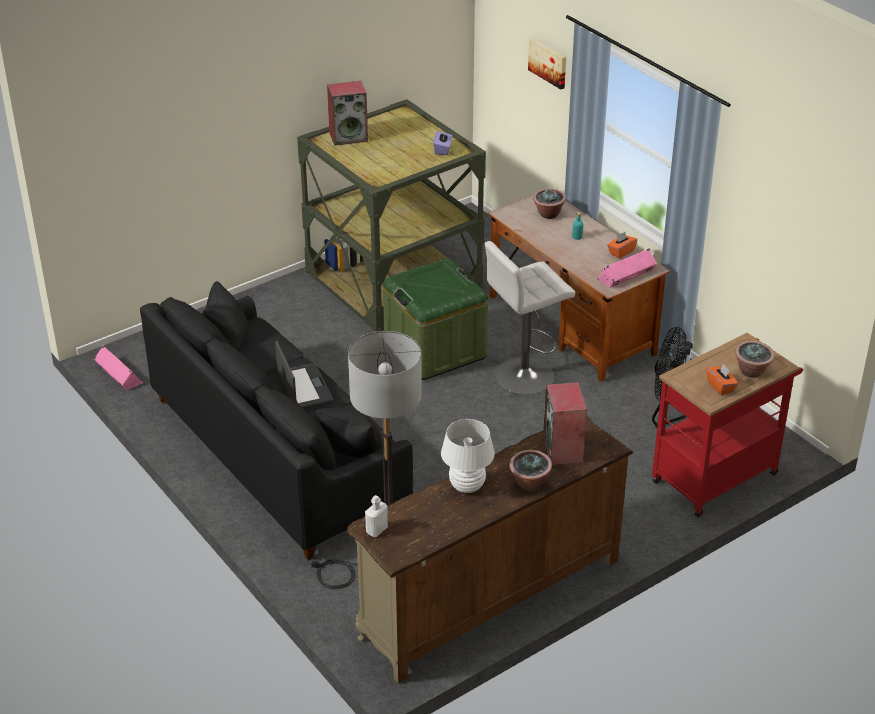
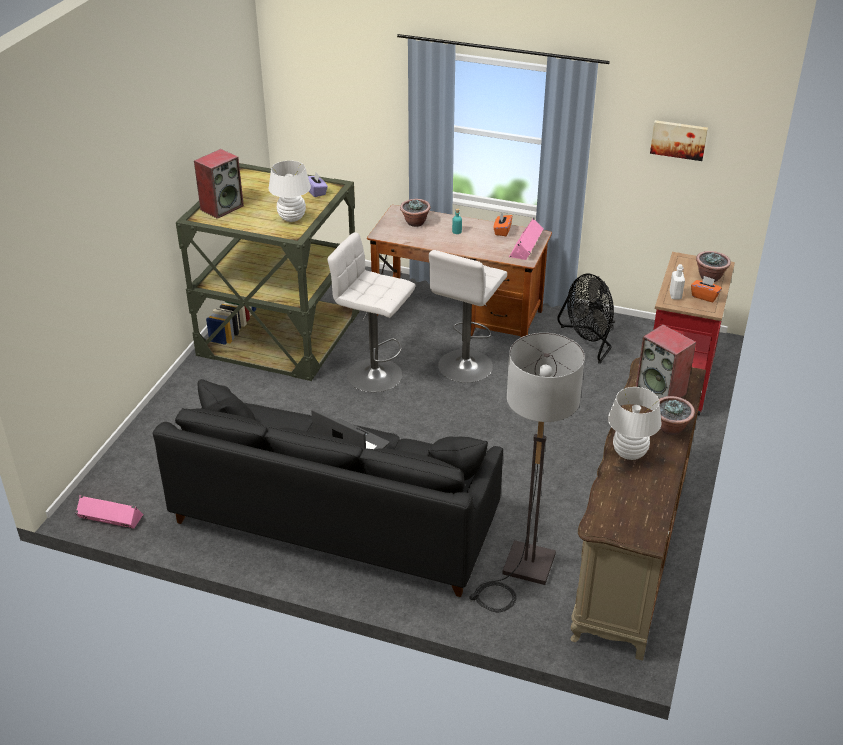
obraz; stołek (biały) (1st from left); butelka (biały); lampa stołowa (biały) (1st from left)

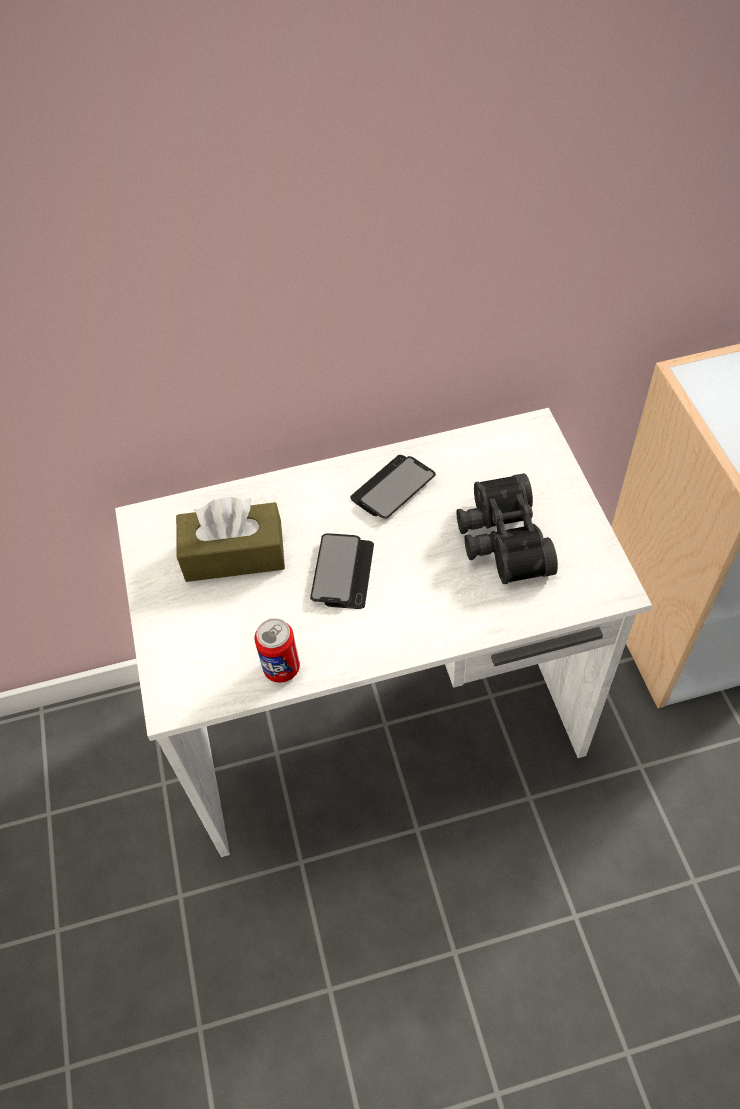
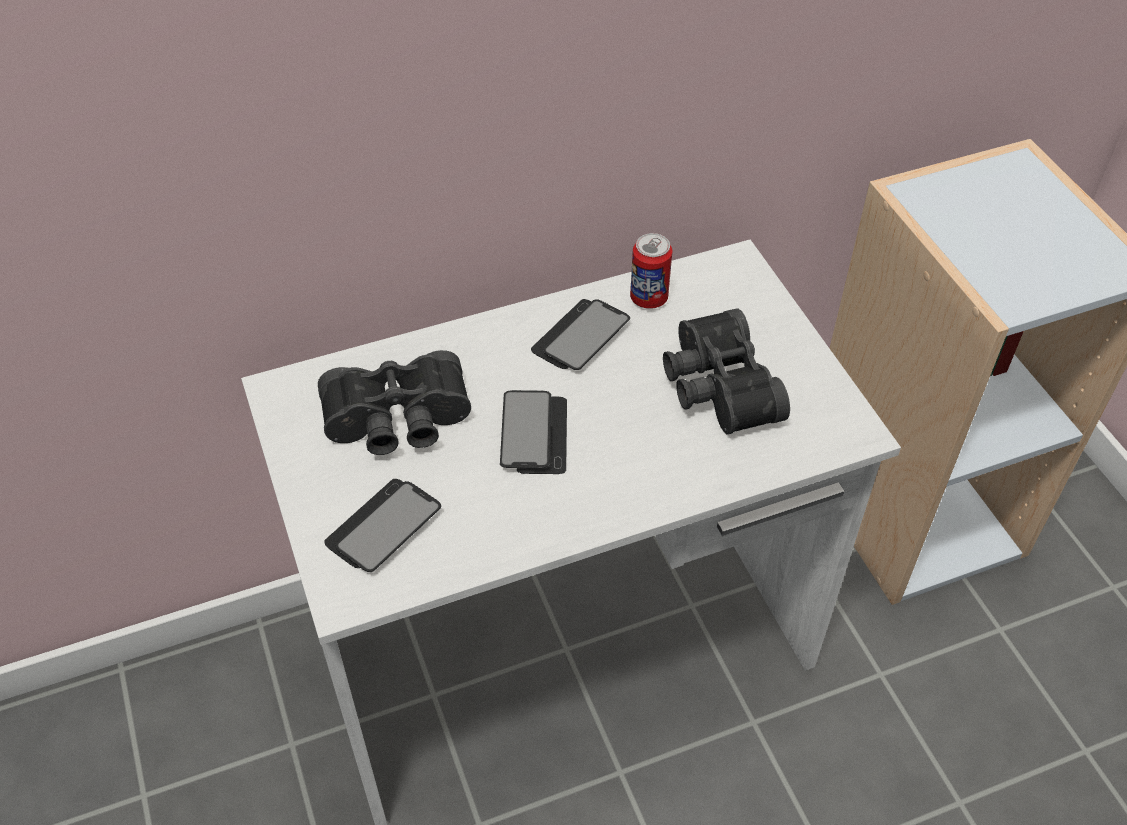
lornetka (czarny) (1st from left); puszka; telefon (1st from left)

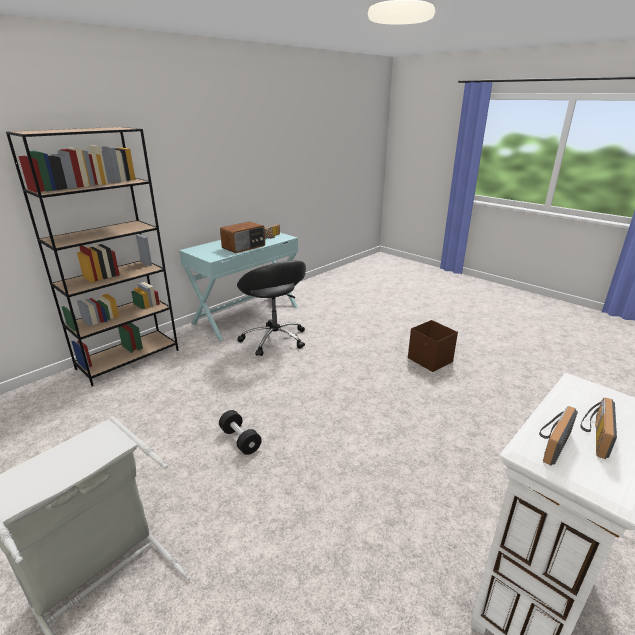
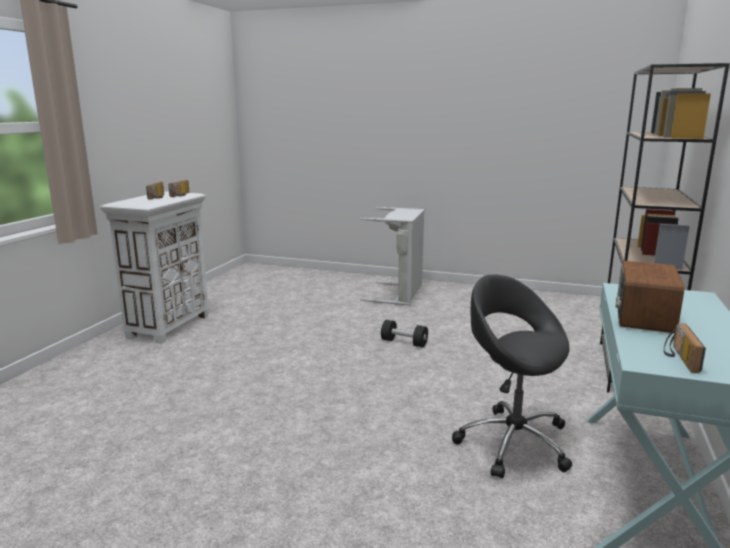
pojemnik do przechowywania (brązowy)

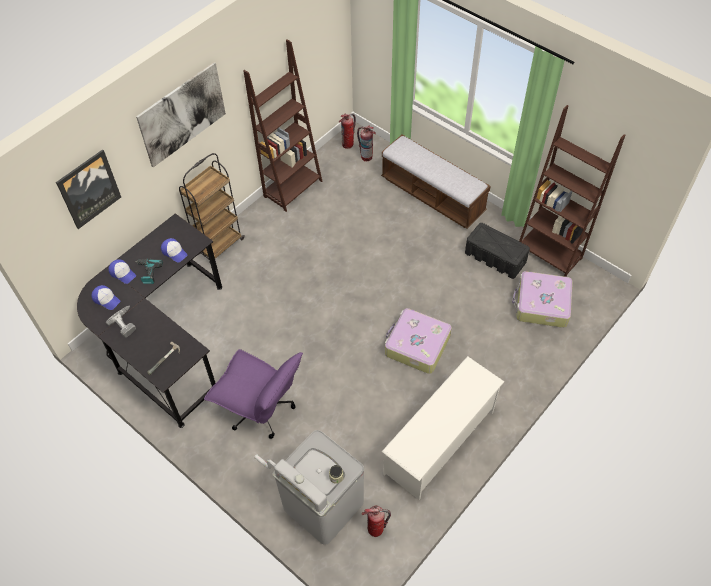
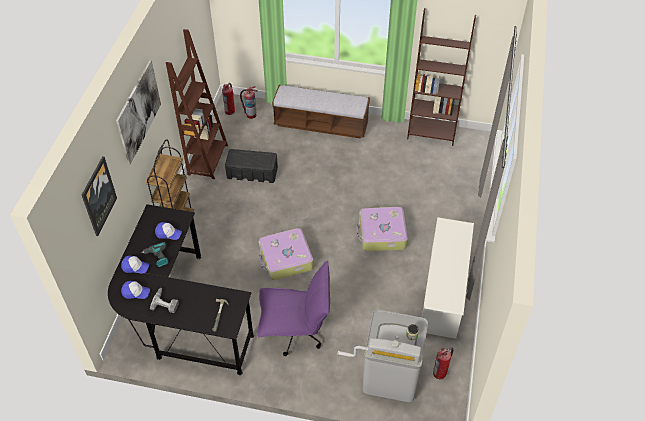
pojemnik do przechowywania (czarny); walizka (1st from left)

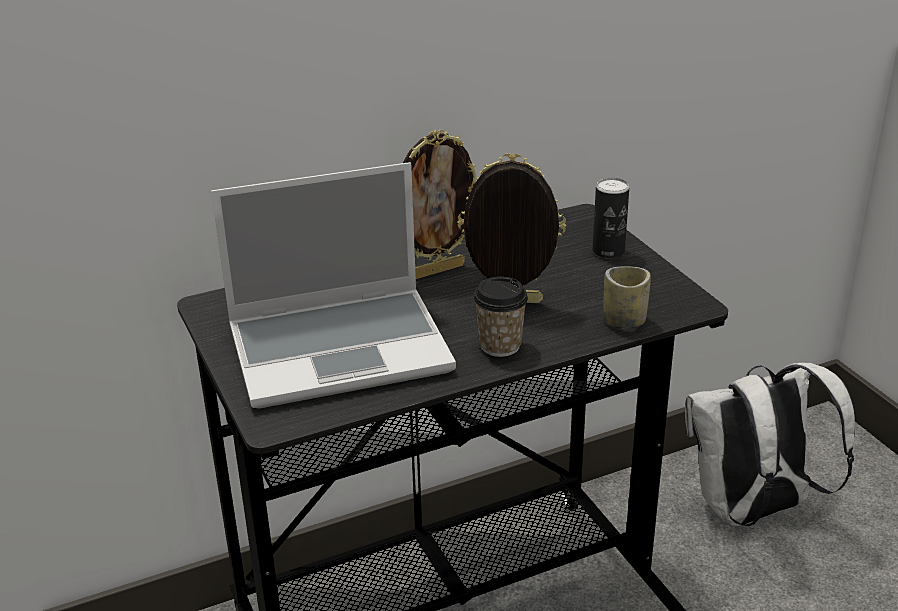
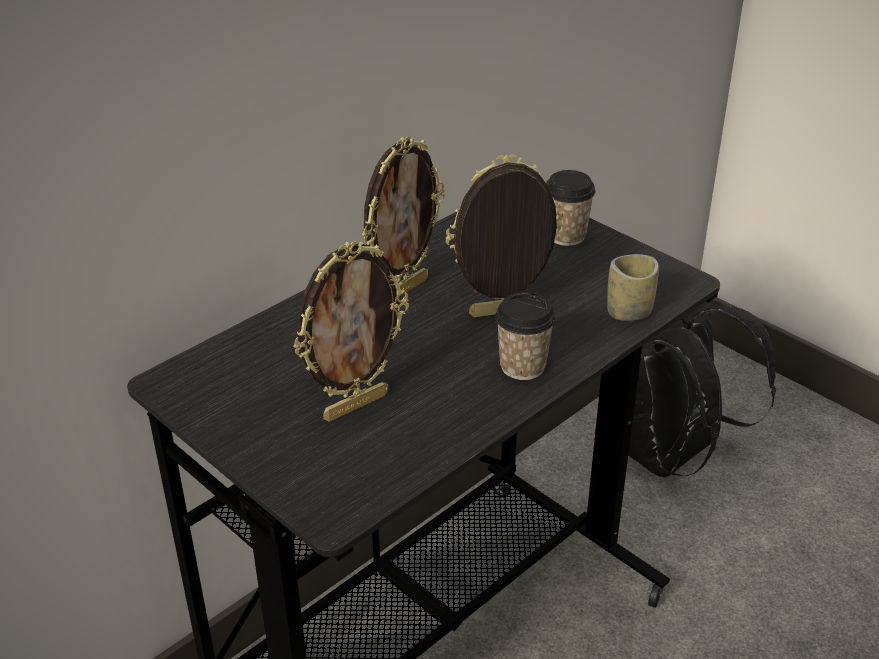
ramka na zdjęcie (1st from left); filiżanka (2nd from left); plecak (czarny)

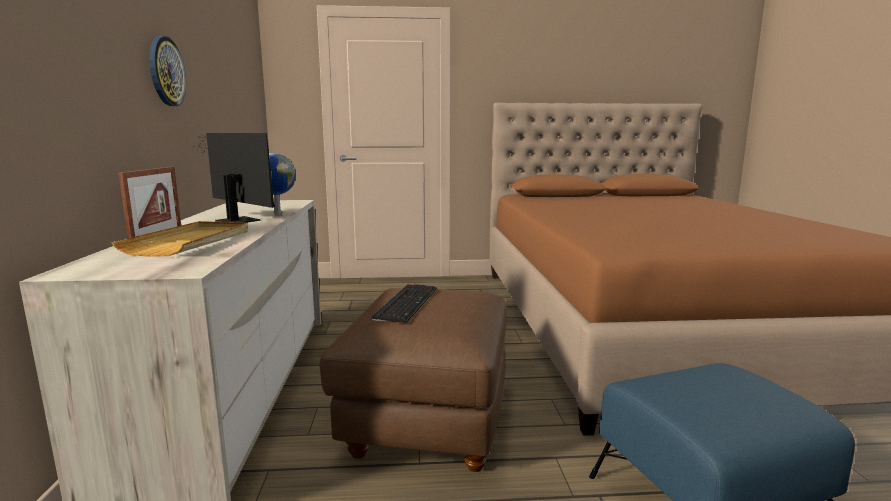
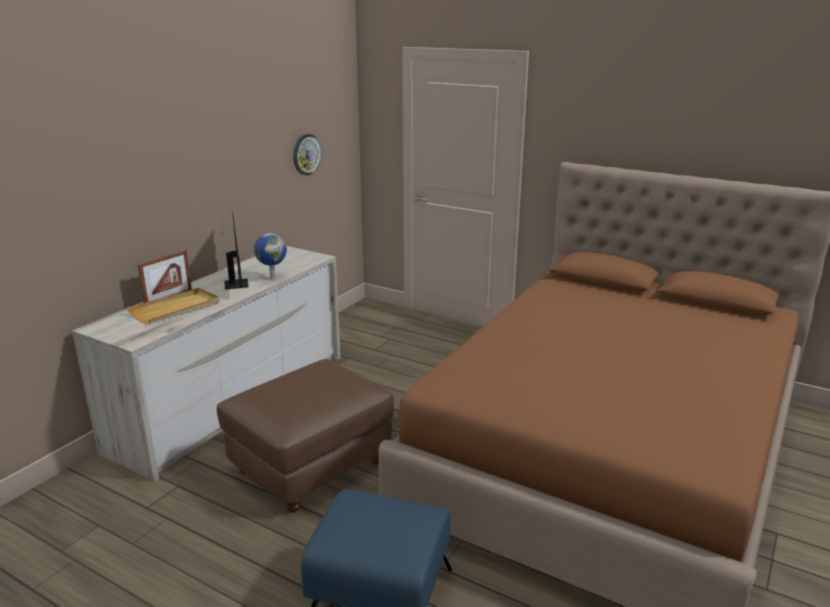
zegar ścienny; klawiatura

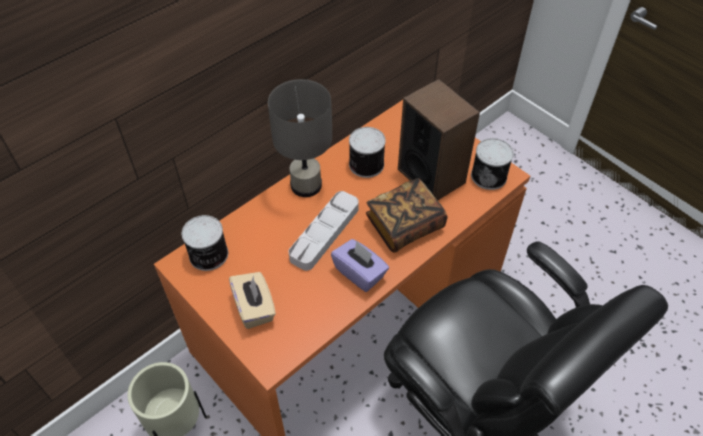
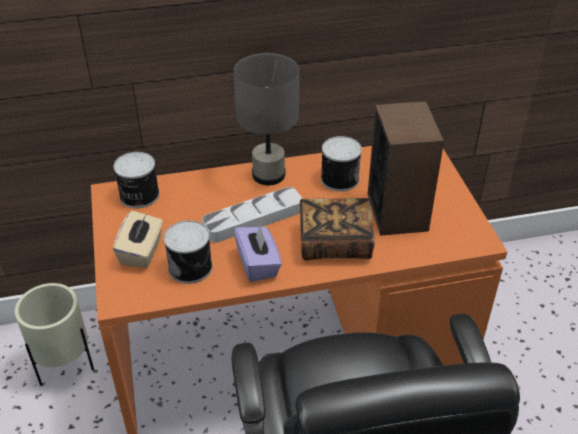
puszka (2nd from left)

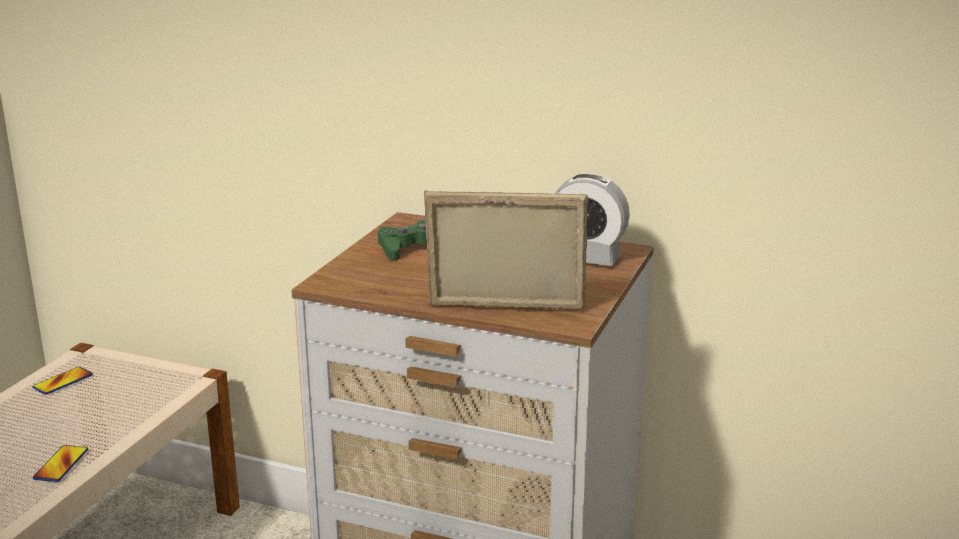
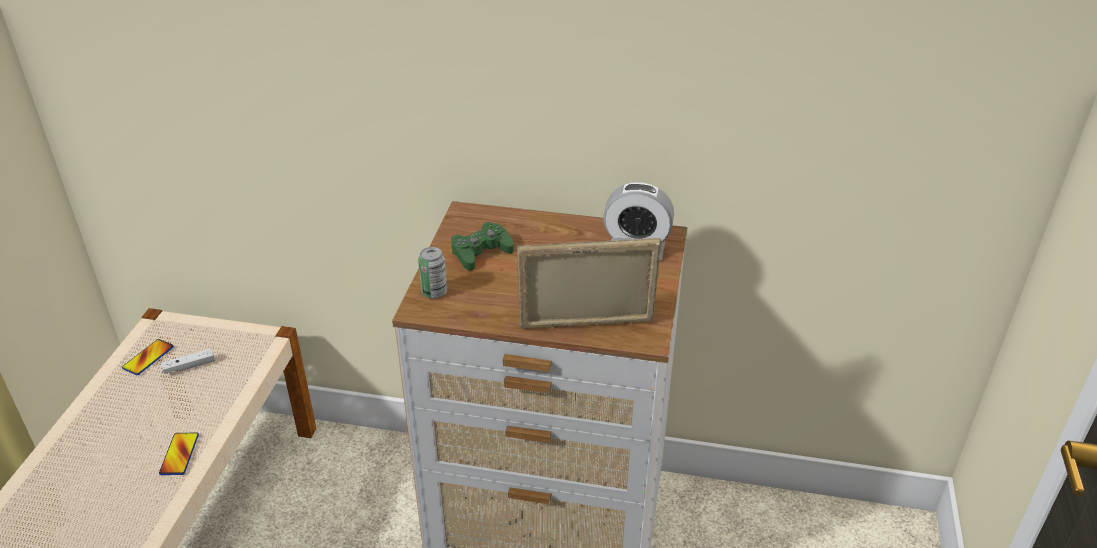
puszka; pad do gier (biały)

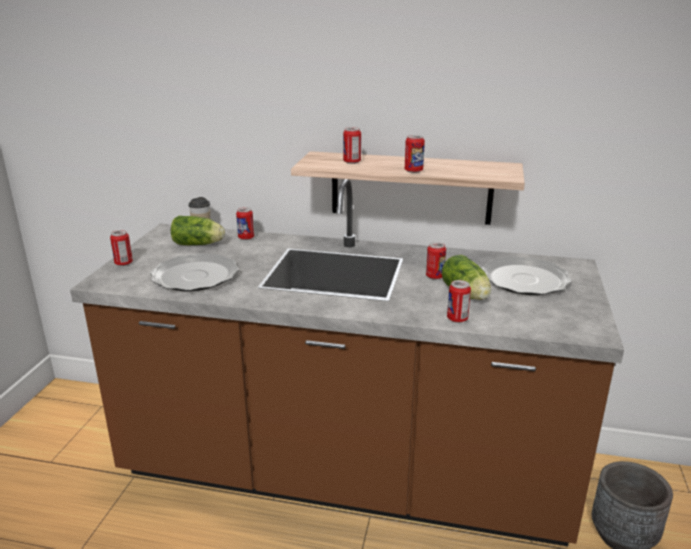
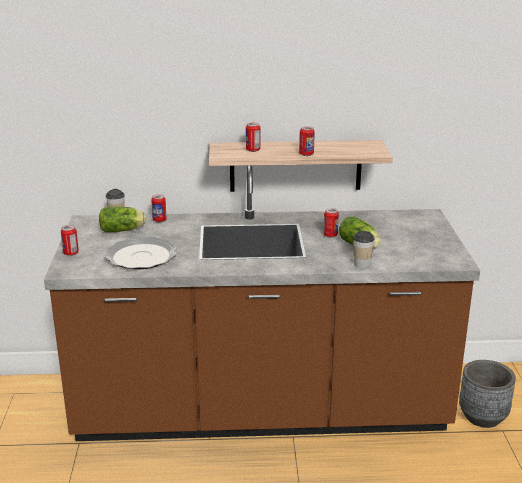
talerz (2nd from left in the first image); filiżanka (2nd from left)

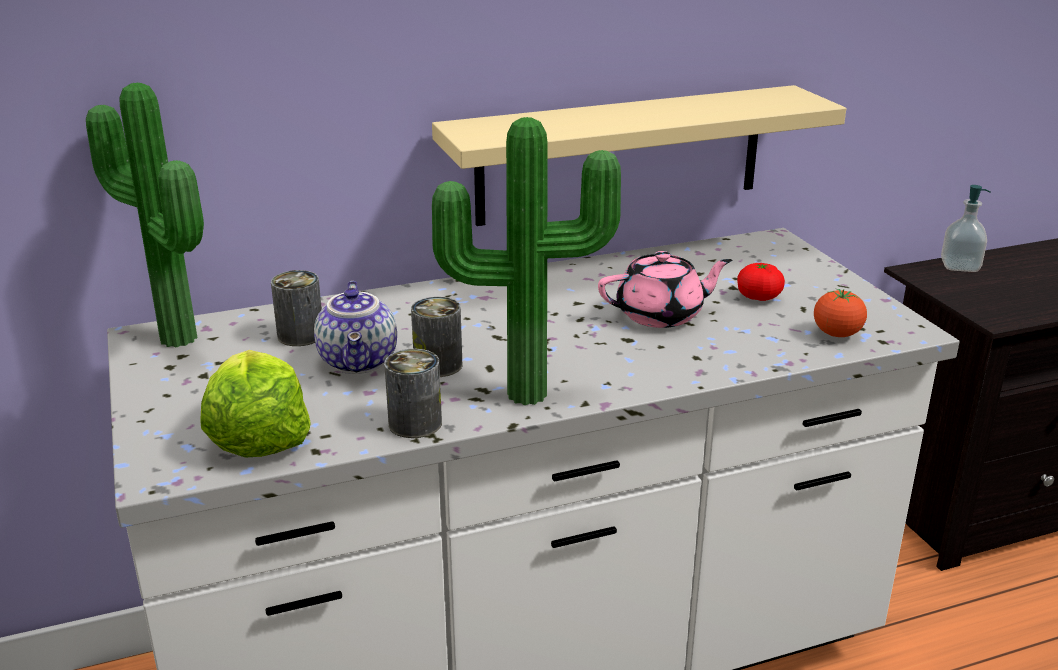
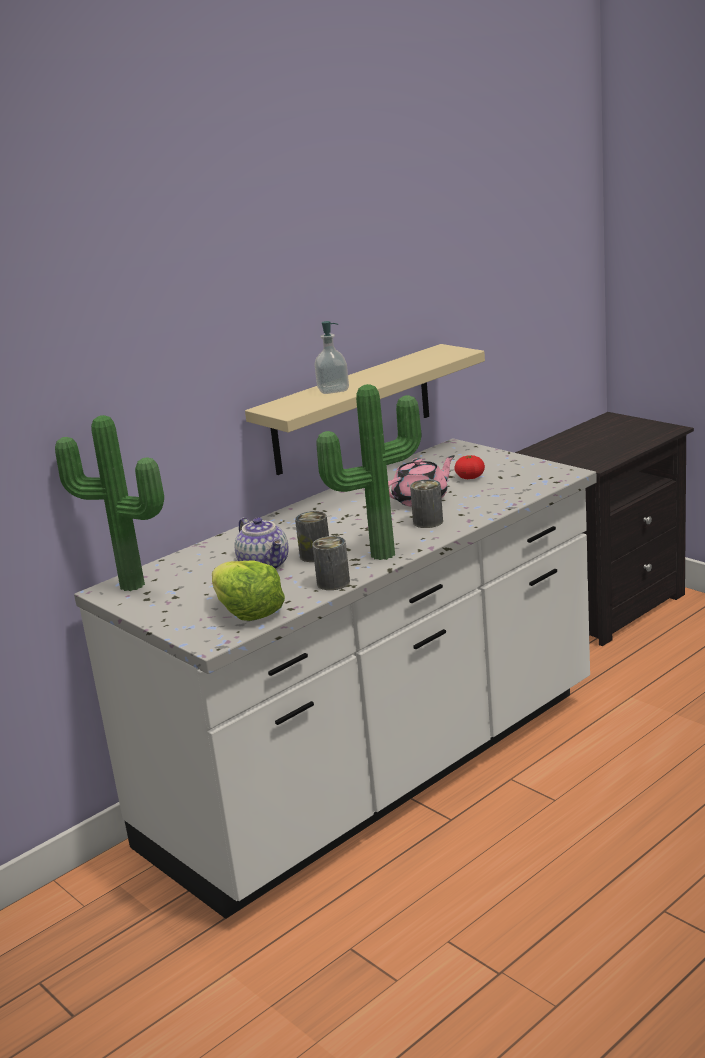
dozownik mydła; puszka (3rd from left); pomidor (2nd from left in the first image)

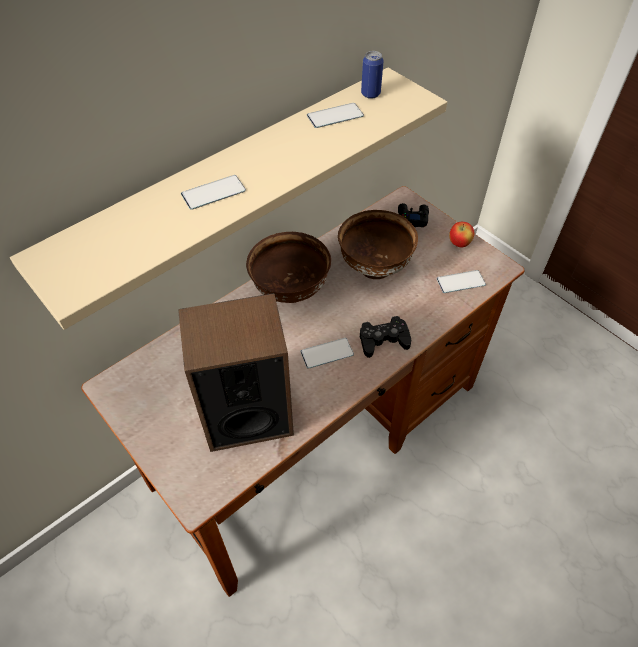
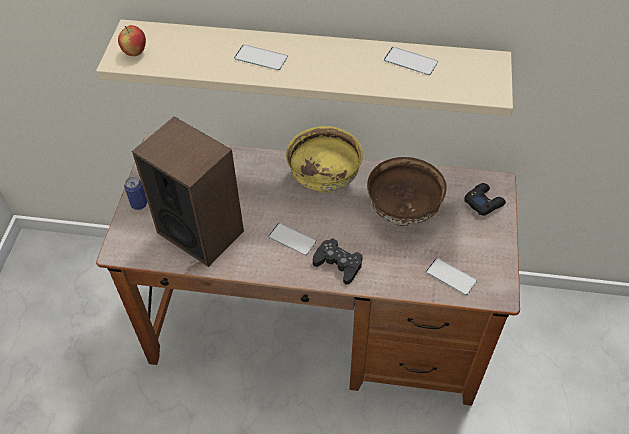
puszka; jabłko; miska (żółty)

